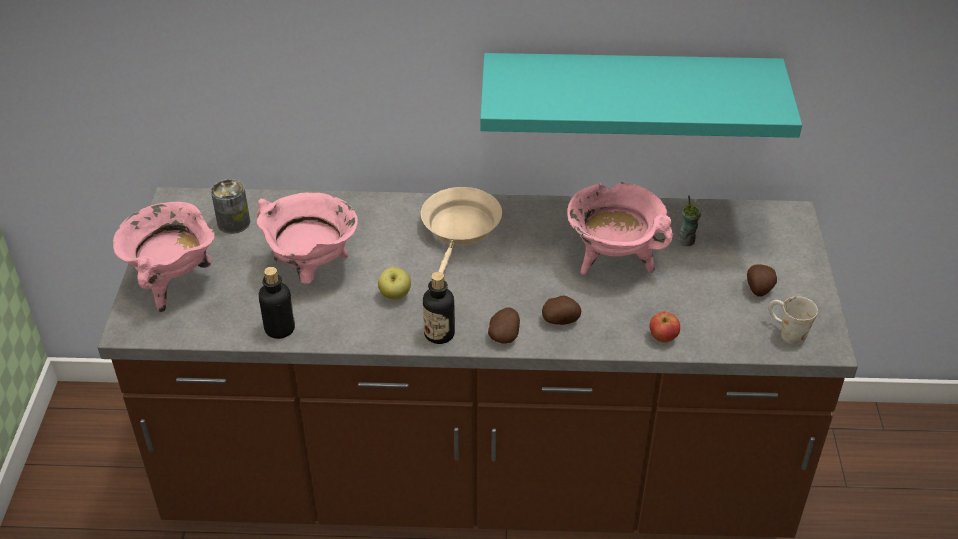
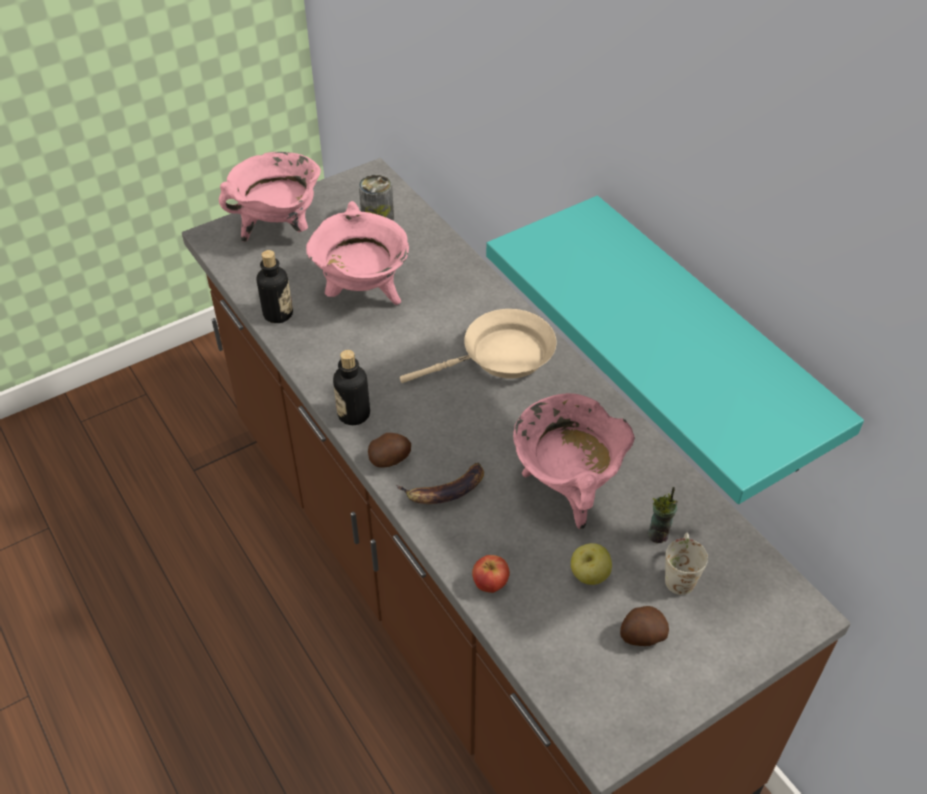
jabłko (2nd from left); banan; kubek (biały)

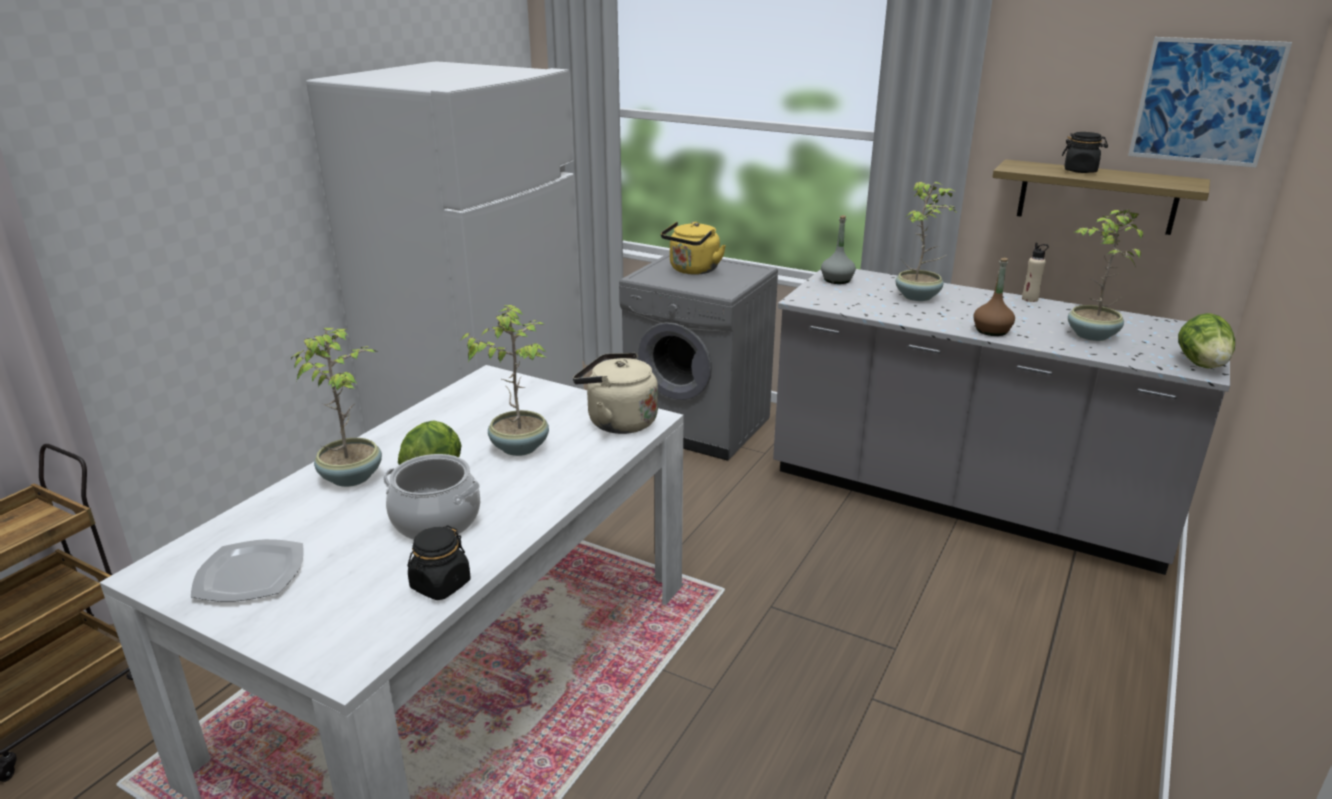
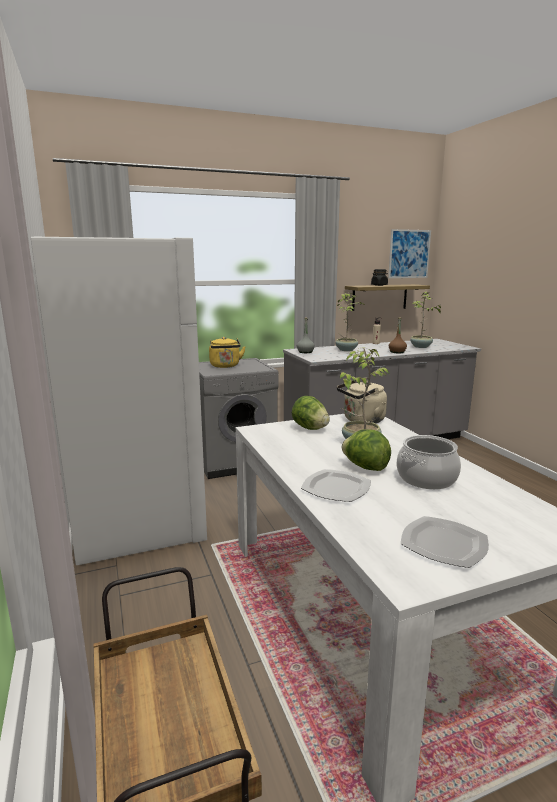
sałata (1st from left); talerz (1st from left); słoik (czarny) (1st from left in the first image)

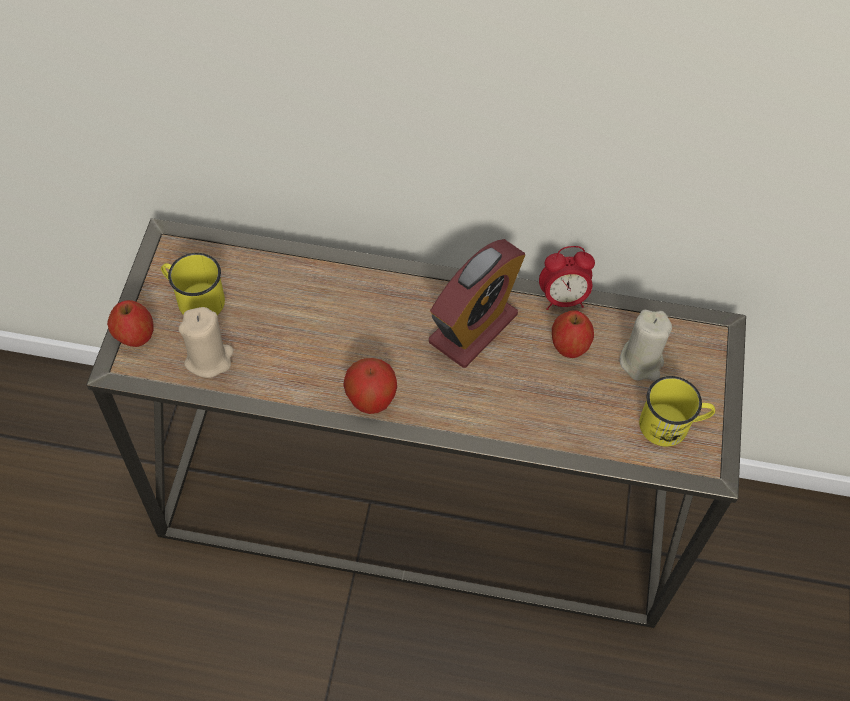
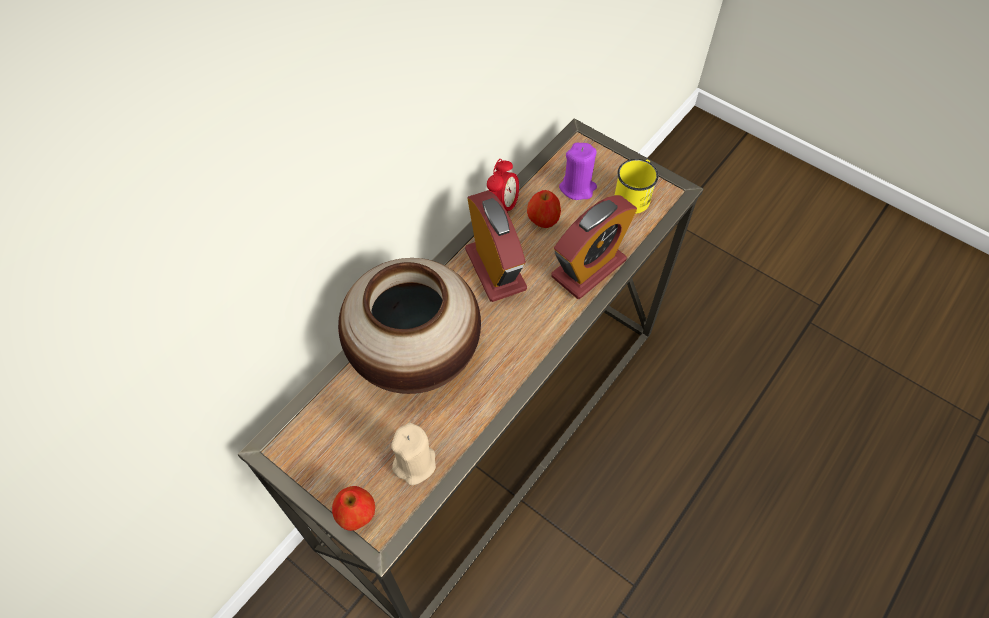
kubek (żółty) (1st from left in the first image); świeca (fioletowy); jabłko (2nd from left in the first image); budzik (3rd from left); wazon

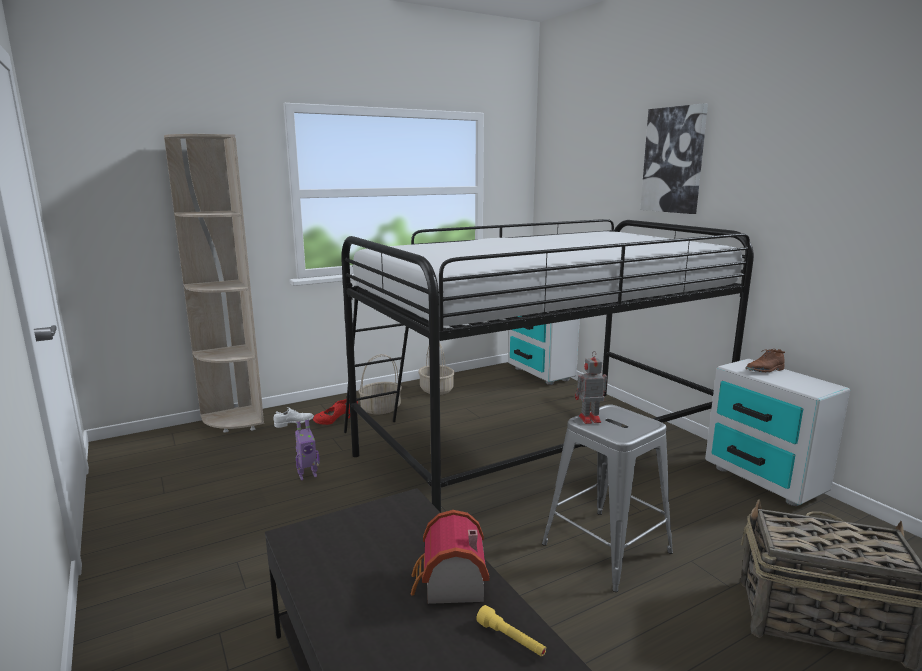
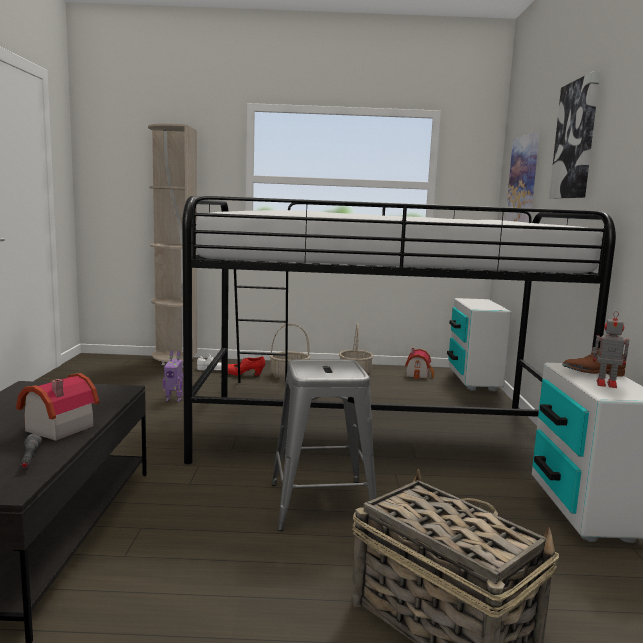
robot zabawkowy (2nd from left); latarka (szary); obraz (1st from left); domek (2nd from left)

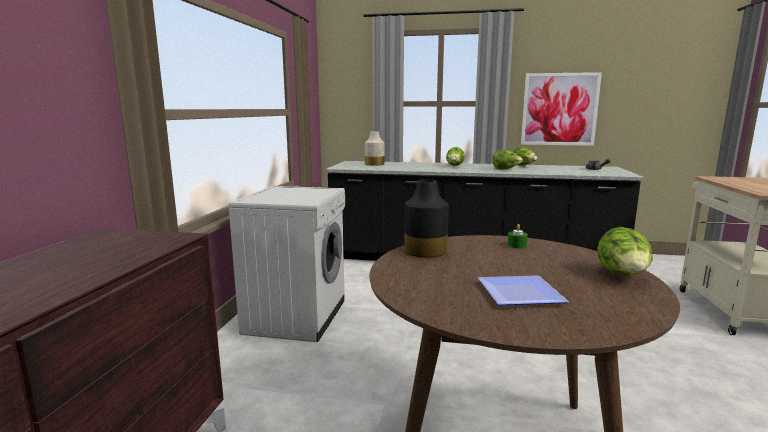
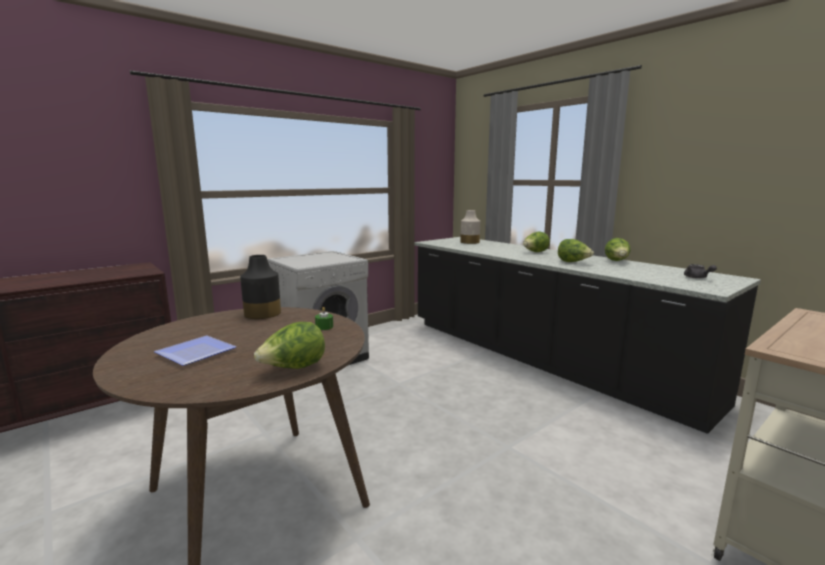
obraz

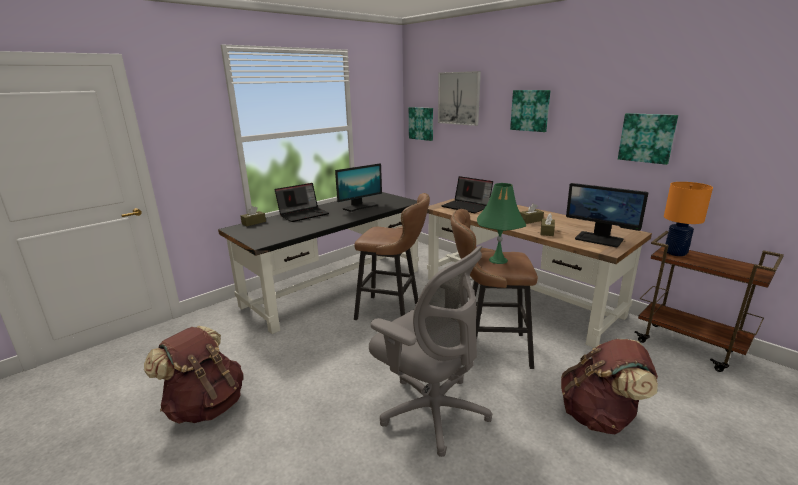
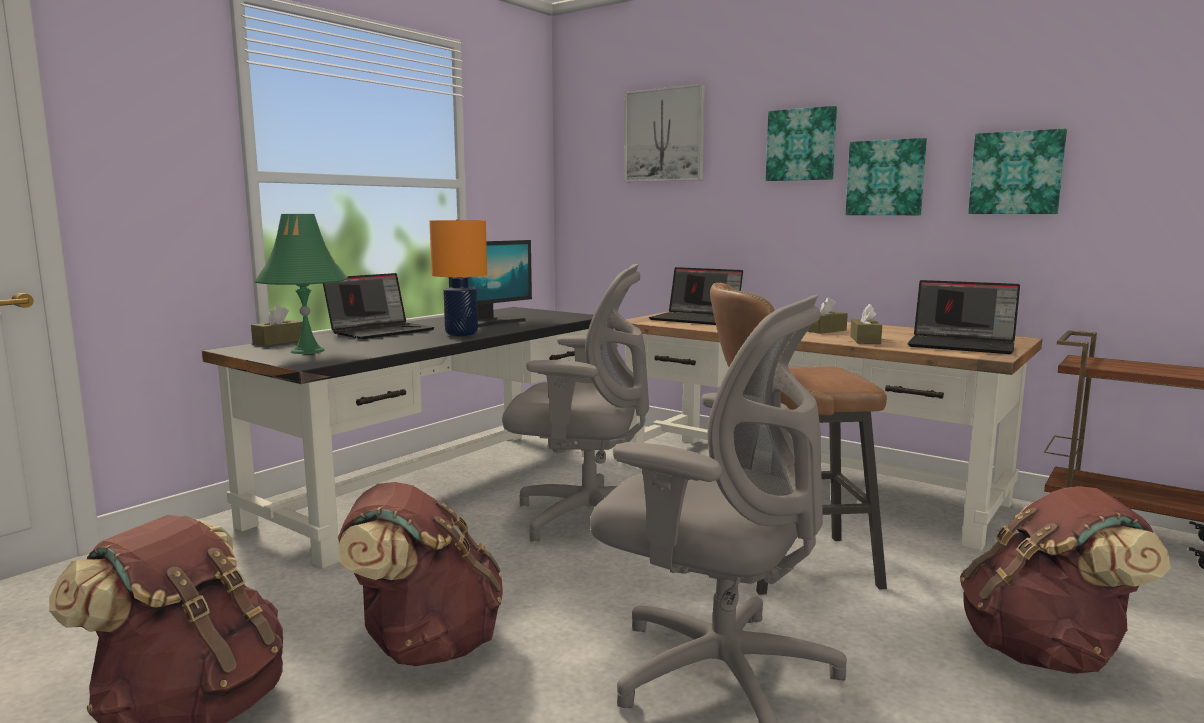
obraz (3rd from left); lampa stołowa (pomarańczowy); lampa stołowa (zielony); laptop (3rd from left); krzesło biurowe (szary) (1st from left); plecak (brązowy) (2nd from left)

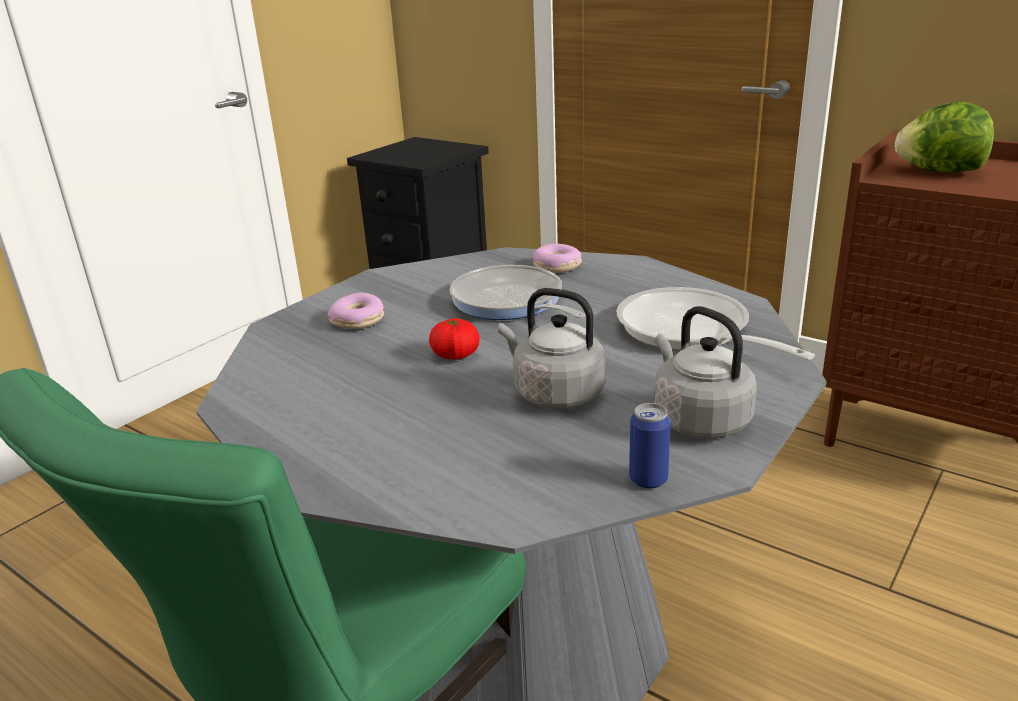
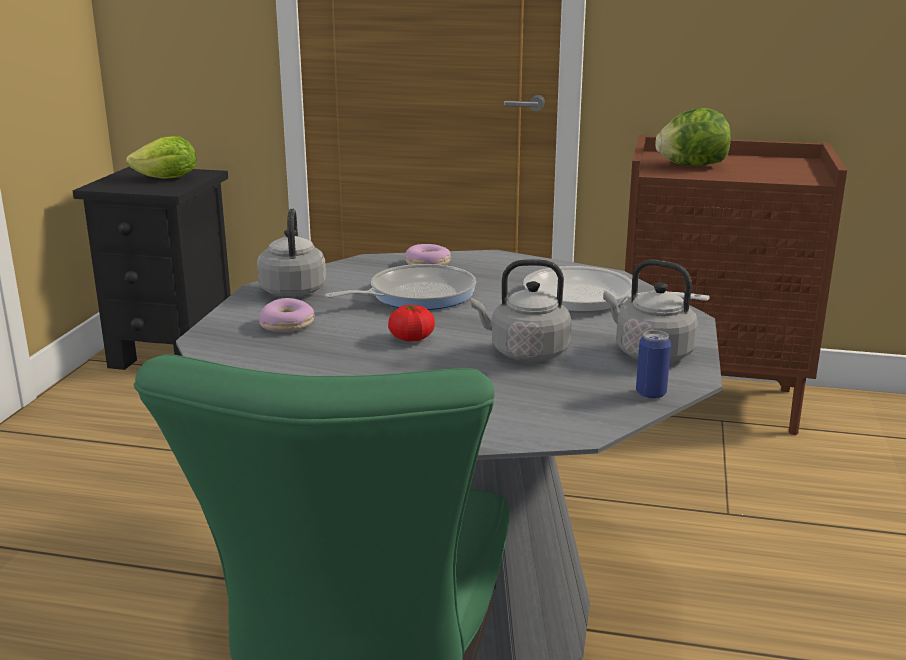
patelnia (1st from left); sałata (1st from left); czajnik (szary) (1st from left)

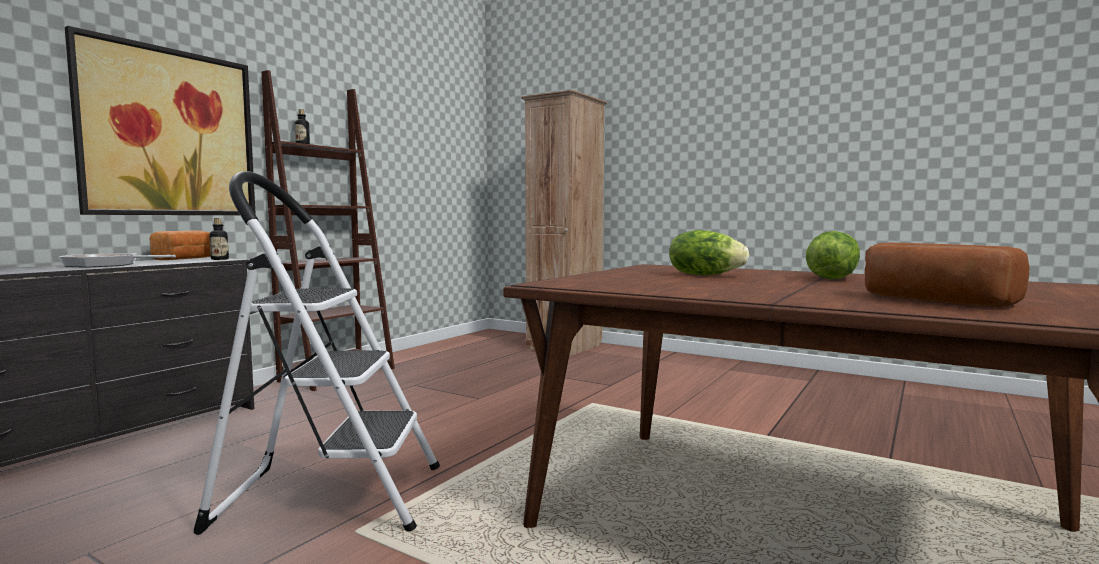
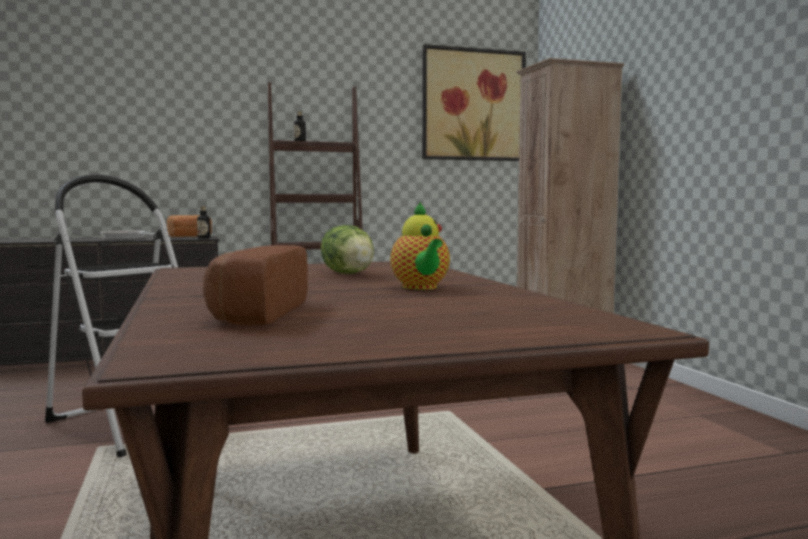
obraz; imbryk

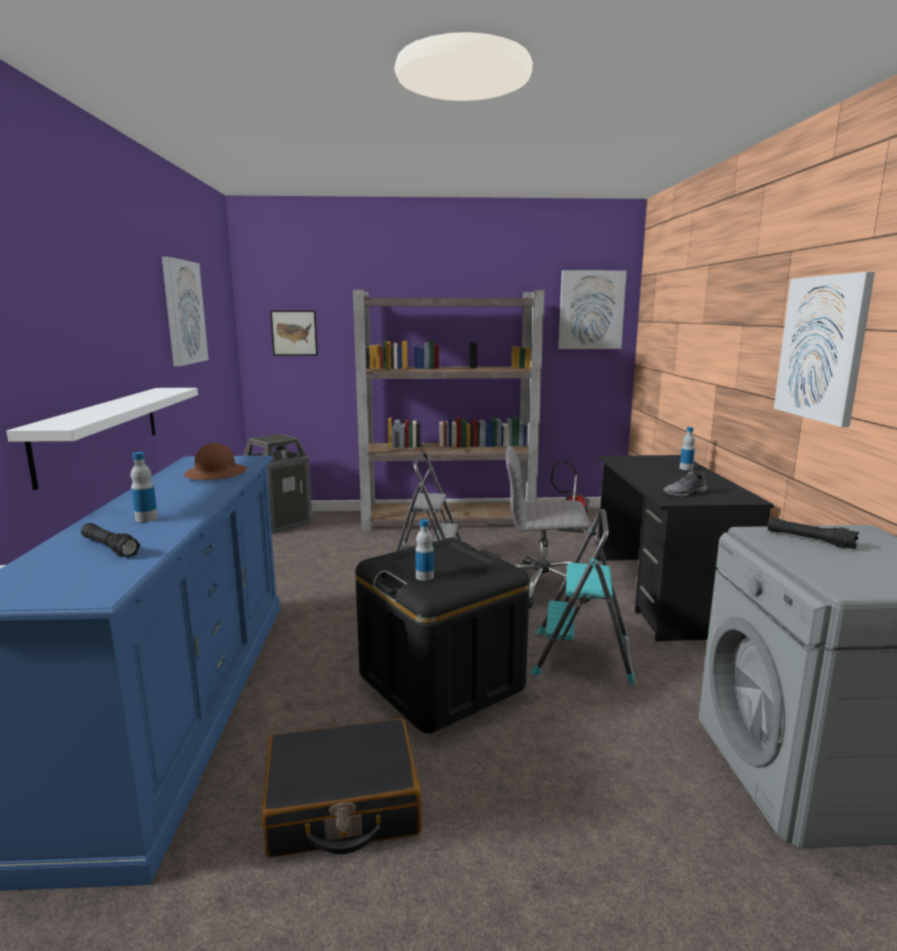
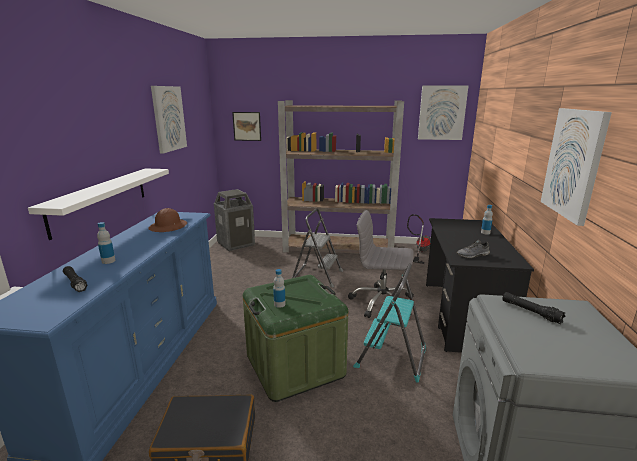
pojemnik do przechowywania (zielony)

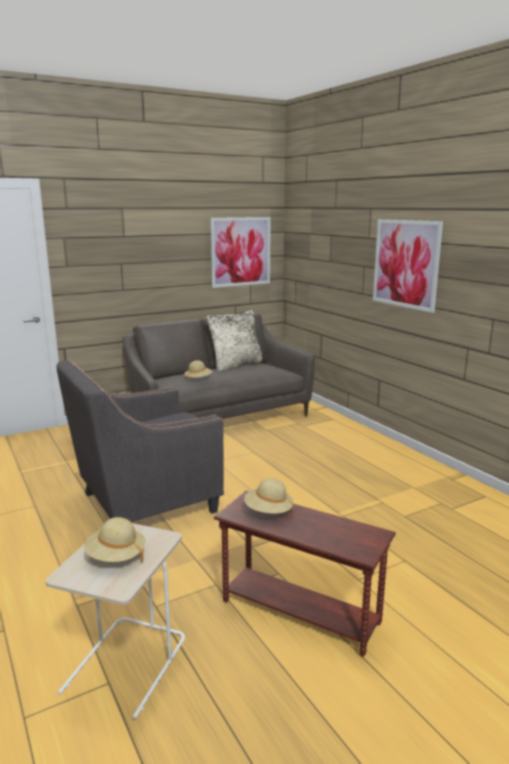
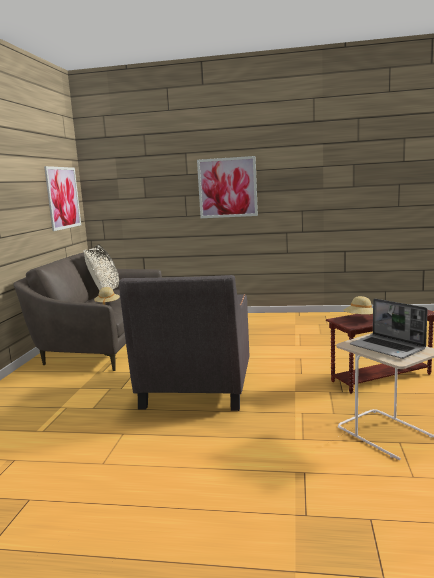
laptop

